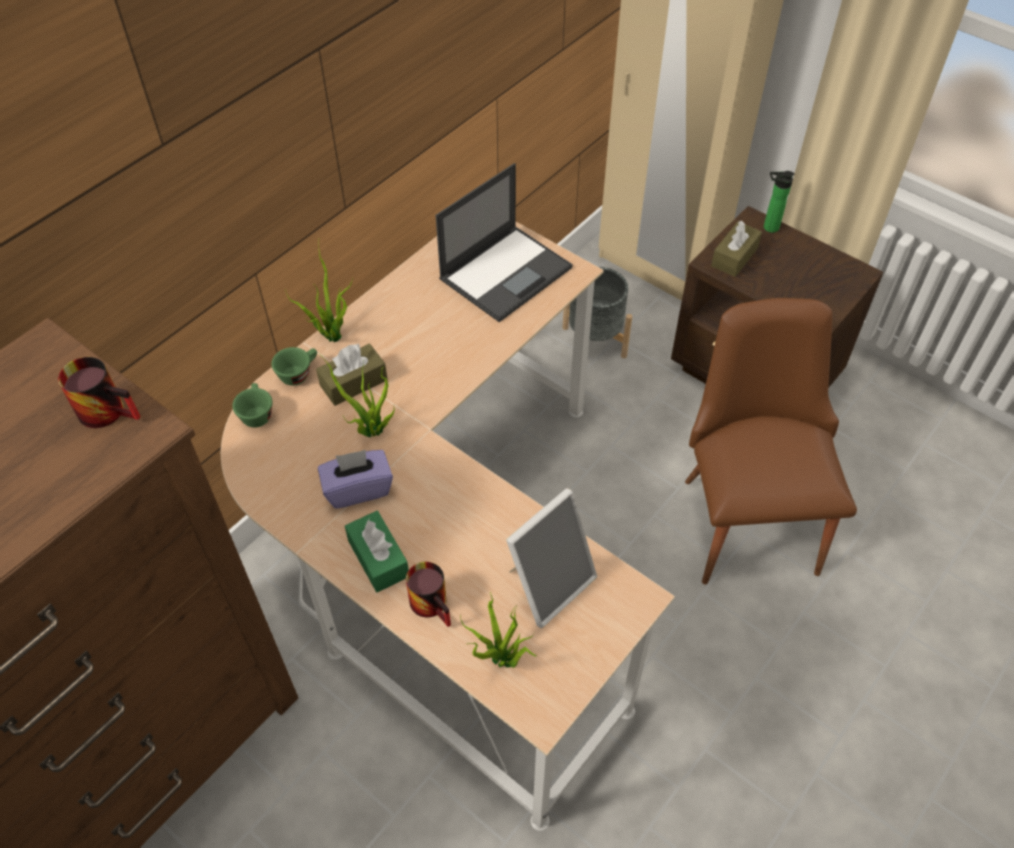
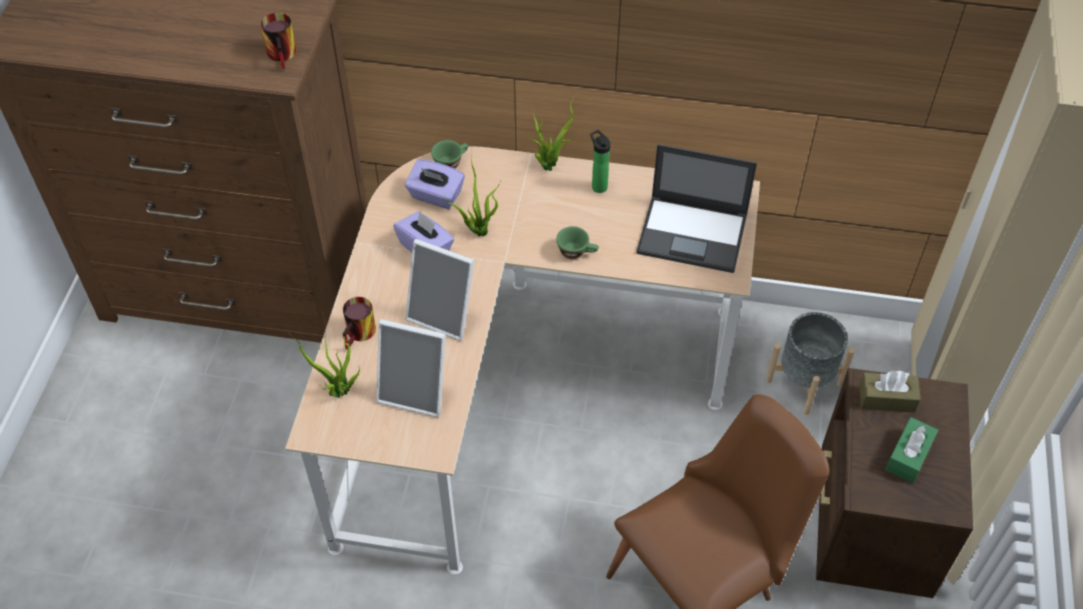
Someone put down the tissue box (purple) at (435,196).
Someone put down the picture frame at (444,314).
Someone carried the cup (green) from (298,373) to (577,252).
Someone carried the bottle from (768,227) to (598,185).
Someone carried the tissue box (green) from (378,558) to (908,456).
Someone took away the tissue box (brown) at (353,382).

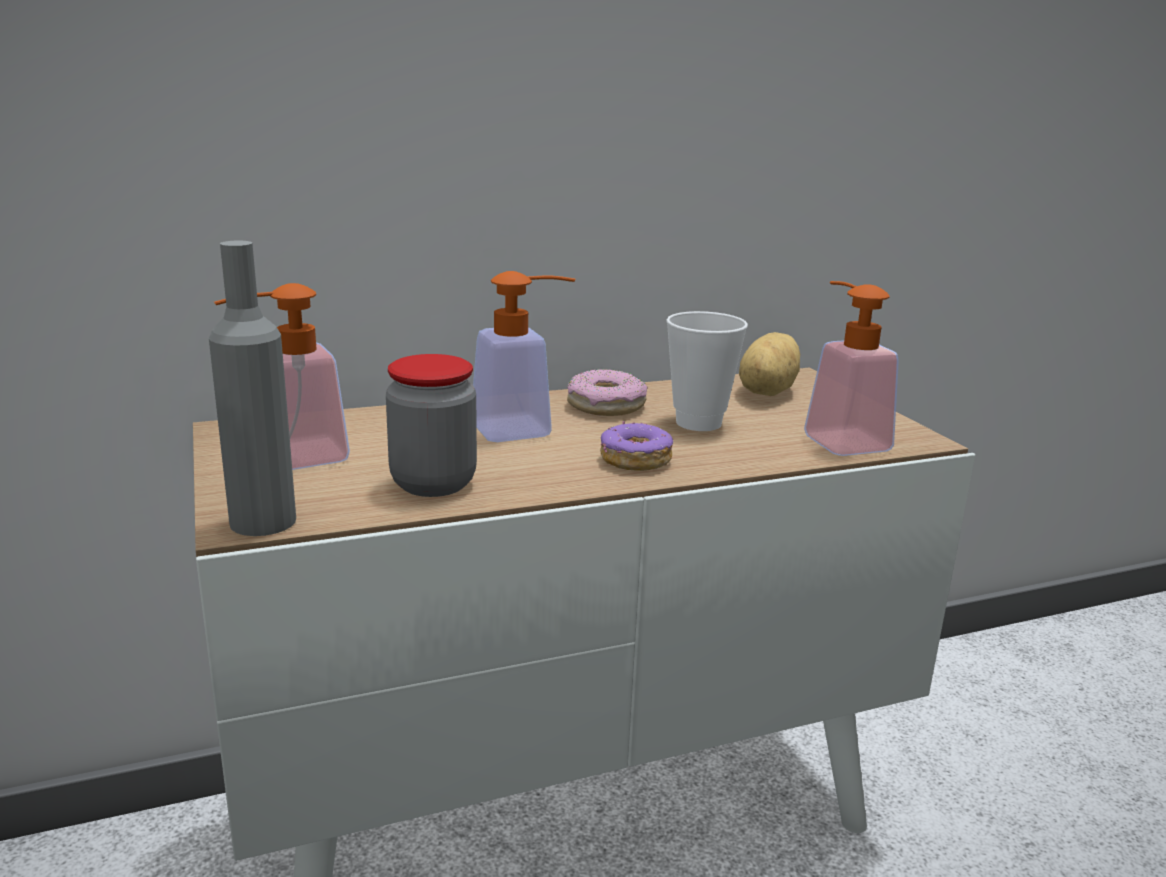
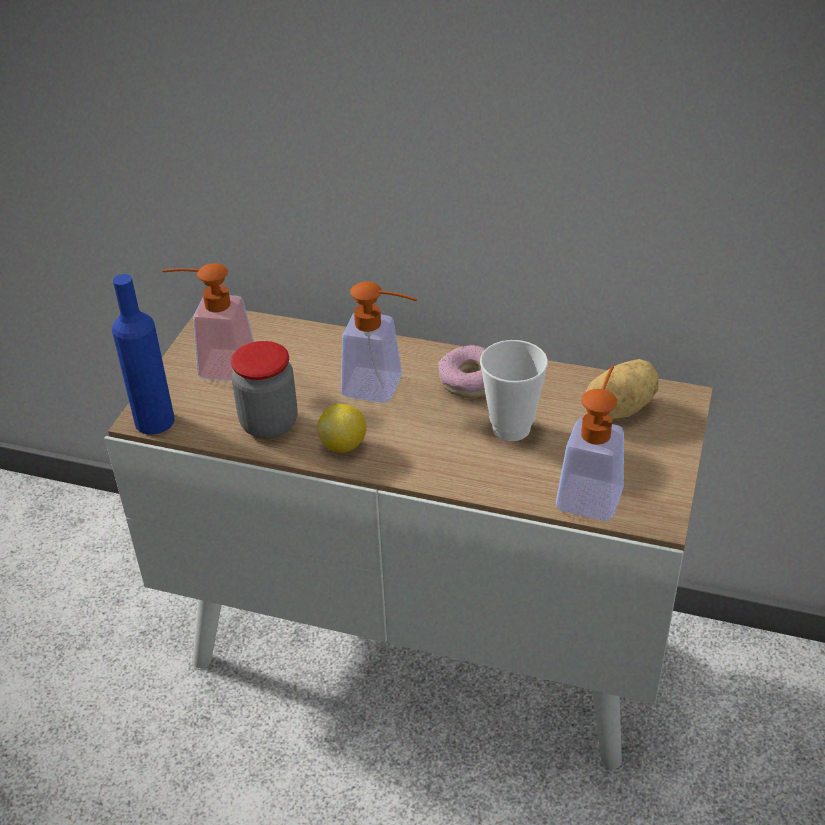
Someone repainted the bottle (grey) at (263,521), which became the bottle (blue) at (154,421).
Someone put down the lemon at (344,445).
Someone took away the donut at (634,460).

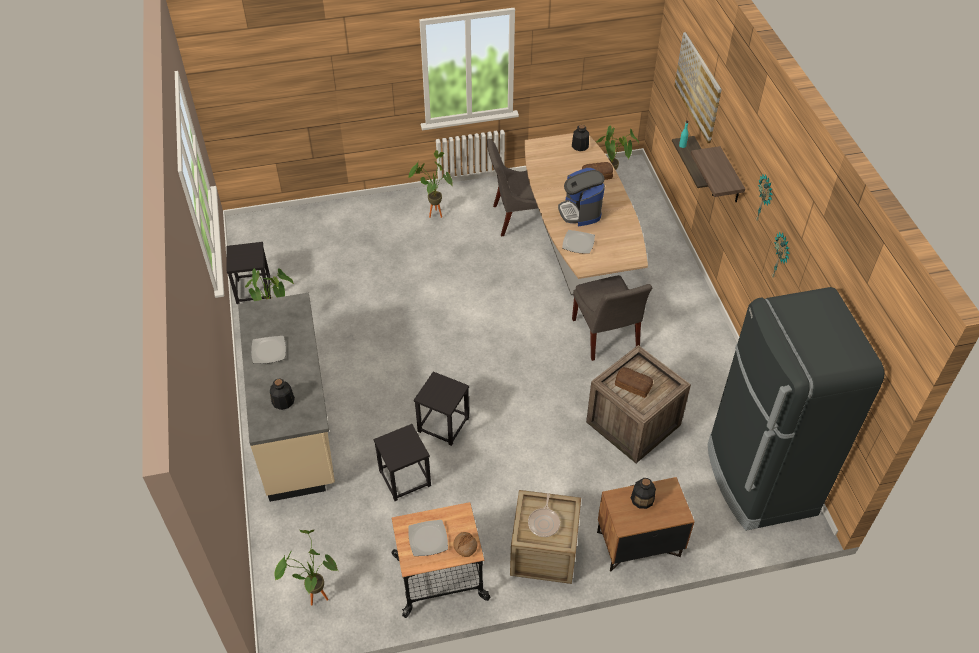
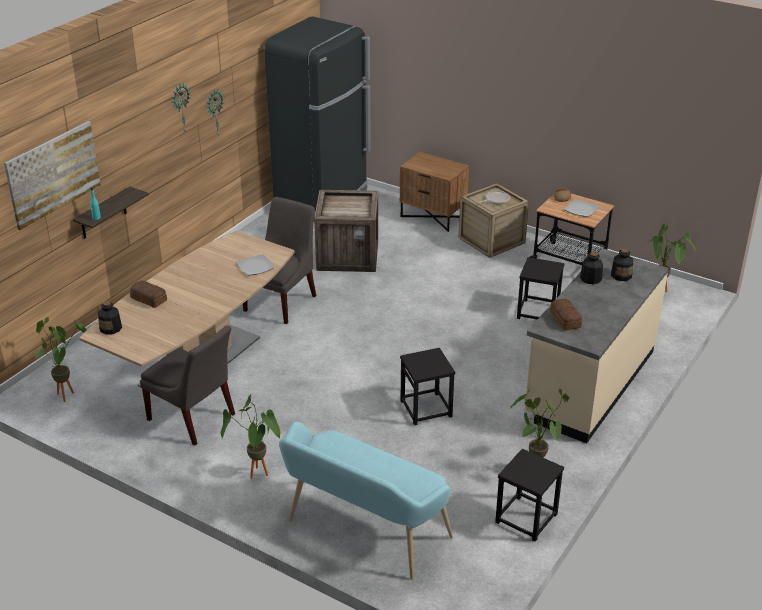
Someone put down the bench (turquoise) at (363,532).
Someone carried the stool (black) from (443,425) to (426,408).
Someone carried the bread from (633,385) to (565,320).
Someone carried the bottle from (642,499) to (590,279).
Someone took away the plate at (268,351).
Someone took away the coffee machine at (580,212).
Someone took away the shelf at (730,177).

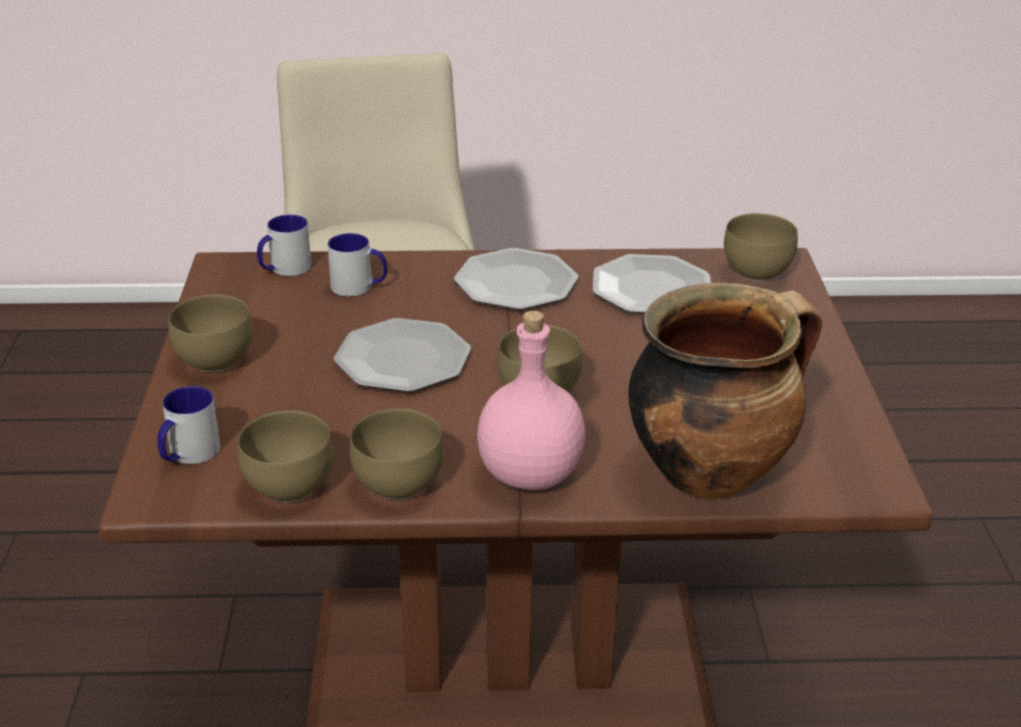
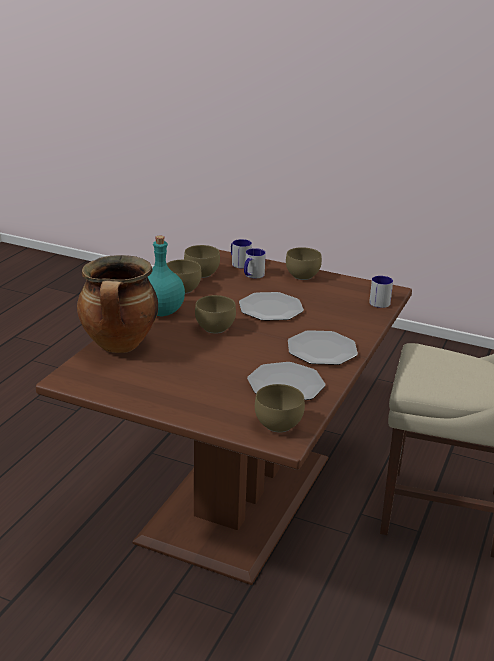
Someone repainted the bottle (pink) at (529,476), which became the bottle (turquoise) at (160,311).
Someone carried the mug from (359,287) to (252,275).

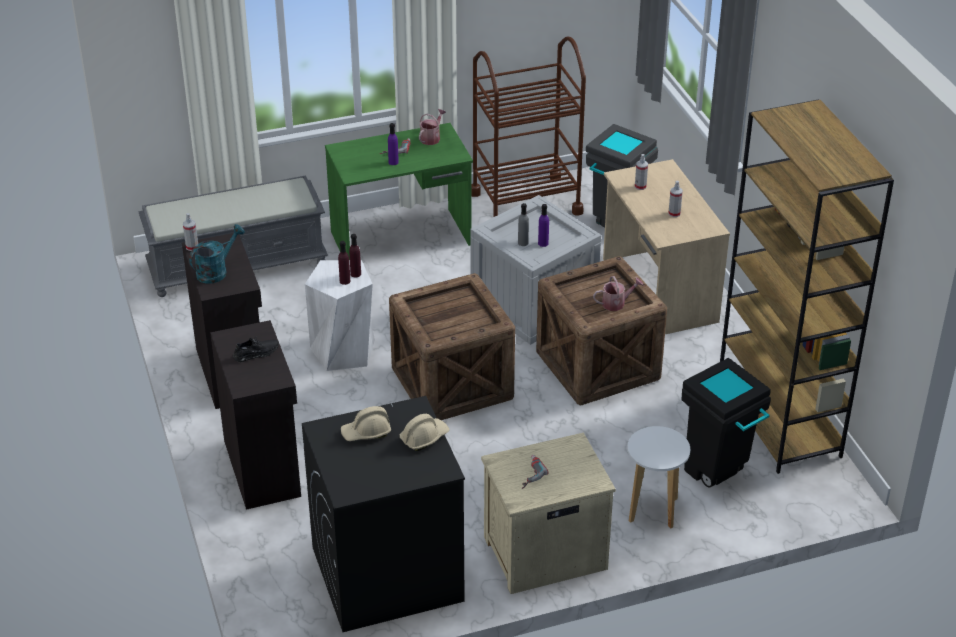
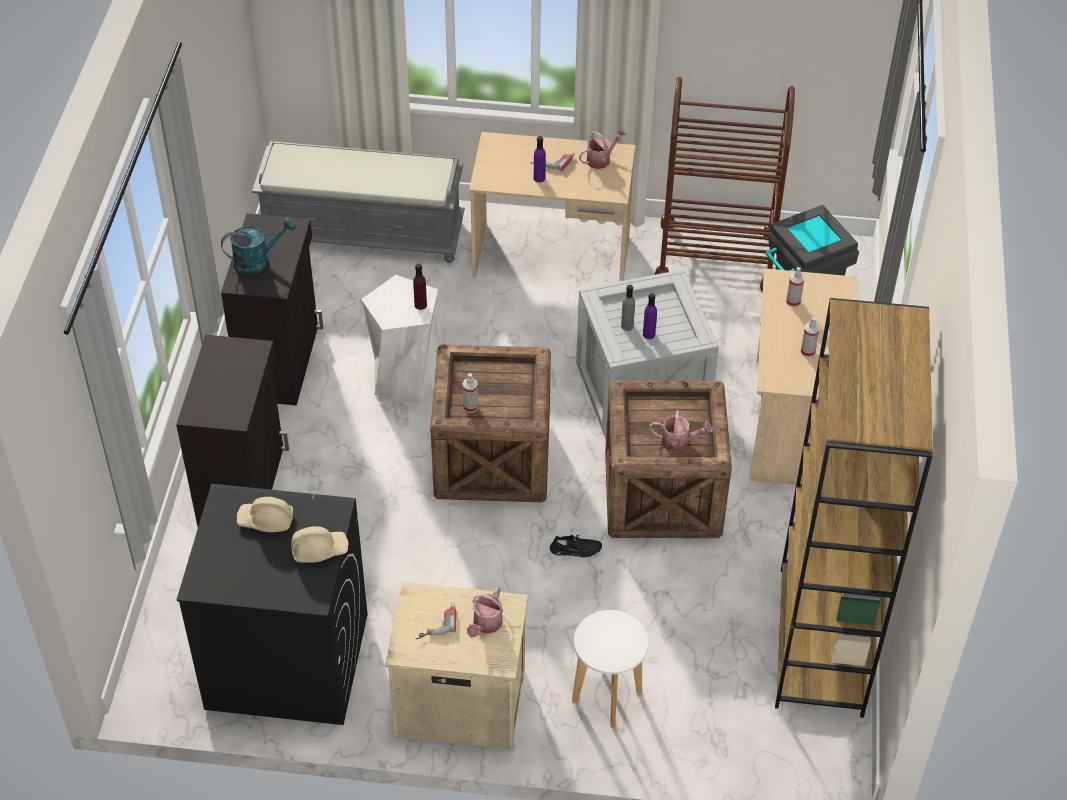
Someone carried the spray bottle from (192,247) to (470,407).
Someone put down the watering can at (485,625).
Someone repainted the desk (green) at (401,239), which became the desk (beige) at (551,258).
Someone carried the shoe (black) from (256,353) to (575,549).
Someone took away the bottle (purple) at (345,281).
Someone took away the trash can (black) at (718,475).

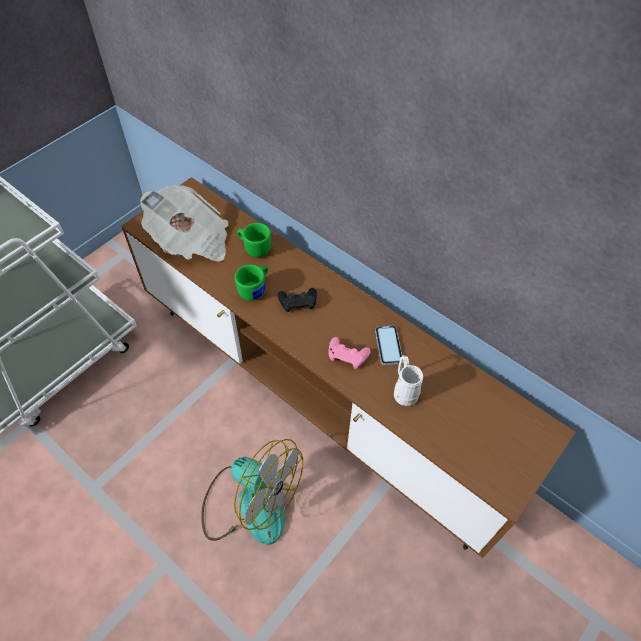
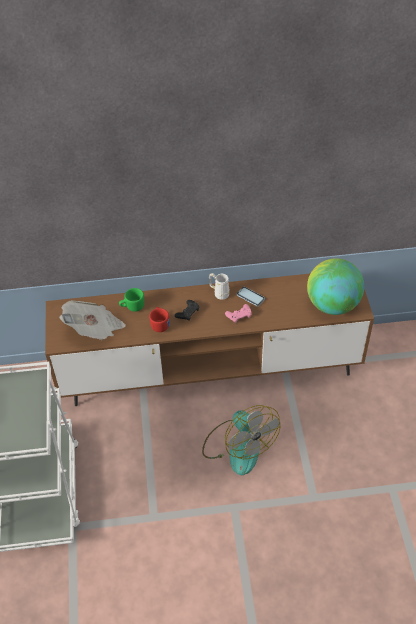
Someone repainted the mug (green) at (255,289), which became the mug (red) at (160,324).
Someone rotated the fan at (250,502) by 75 degrees clockwise.
Someone carried the mug (white) from (404,390) to (219,293).
Someone put down the globe at (332,304).

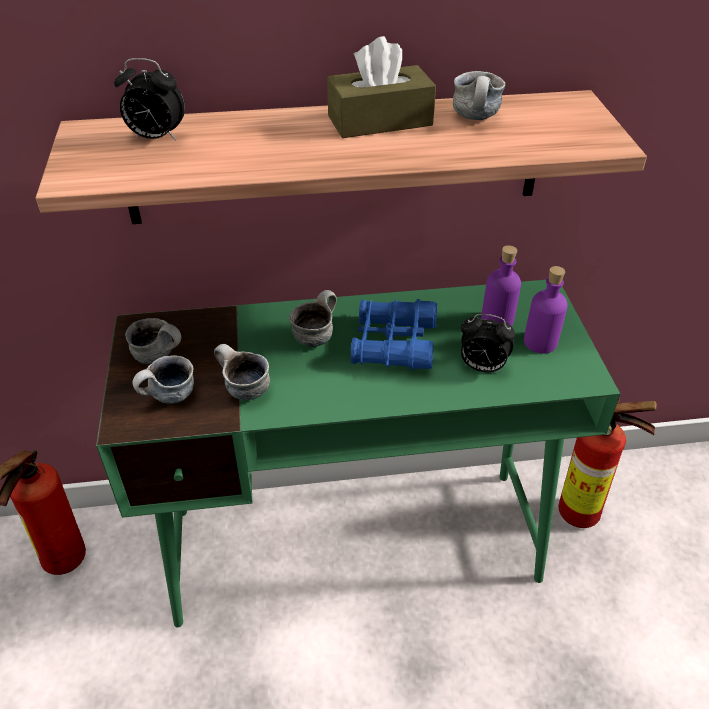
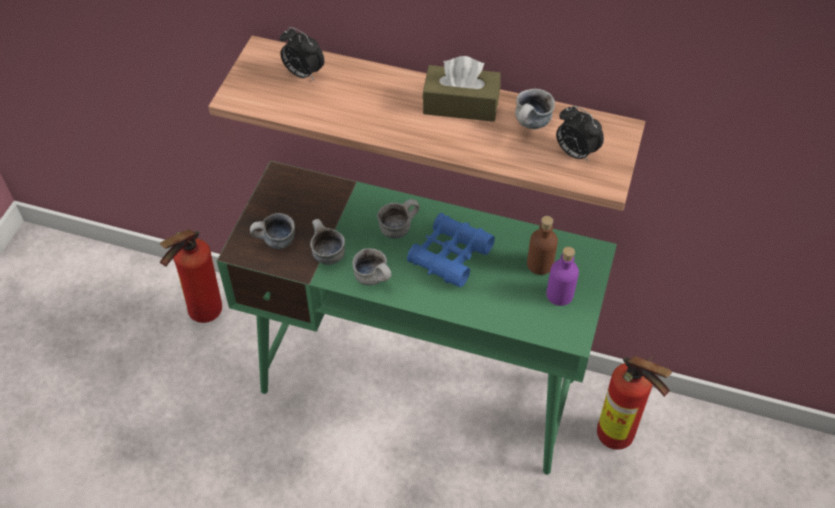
Someone carried the mug from (160,356) to (375,279).
Someone repainted the bottle (purple) at (497,320), which became the bottle (brown) at (540,264).
Someone carried the alarm clock from (482,367) to (575,153).

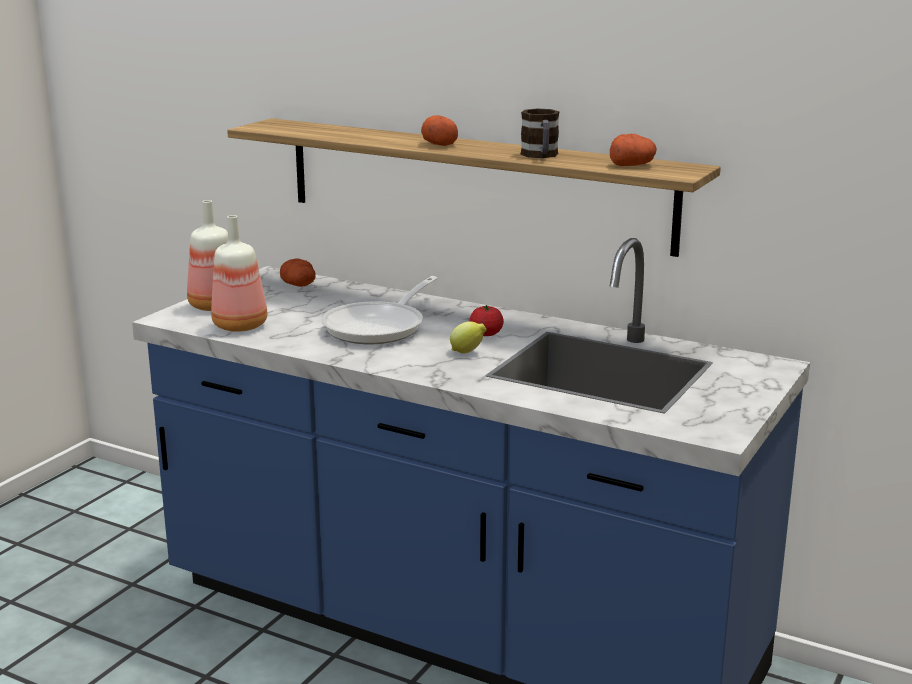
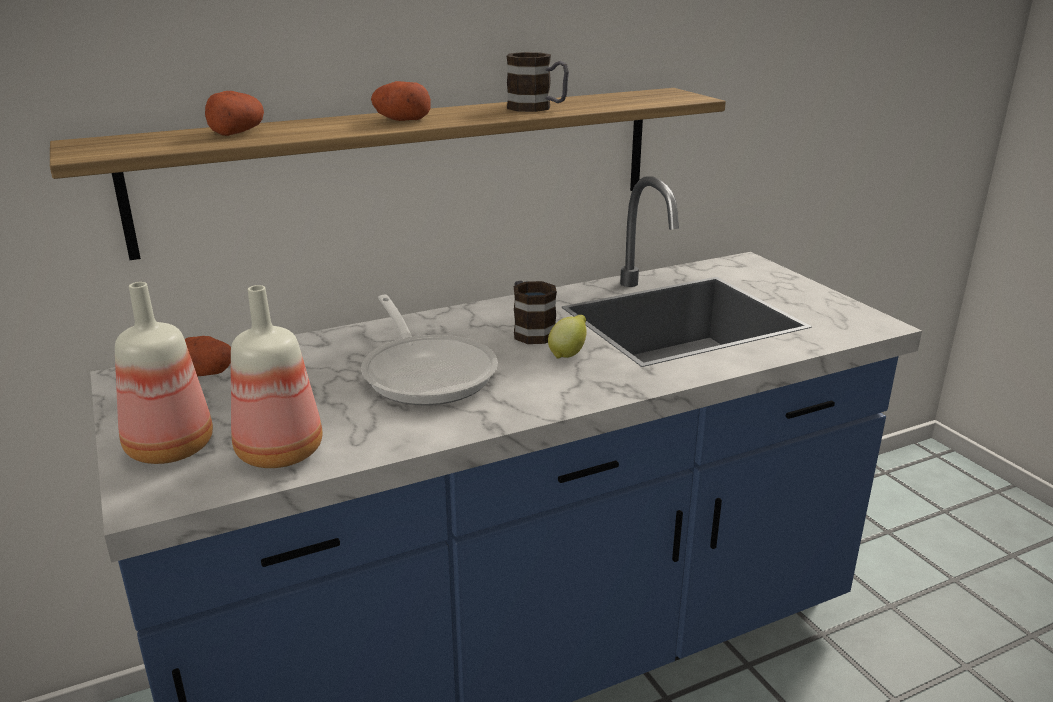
Someone carried the potato from (632,165) to (237,132).
Someone swapped the tomato at (486,334) for the mug at (530,331).

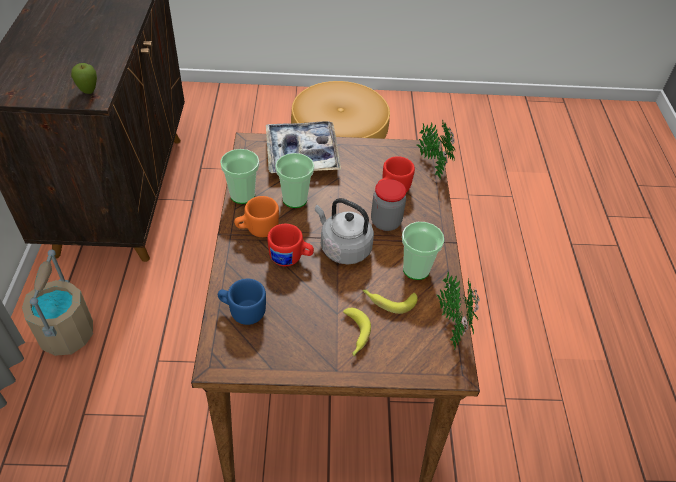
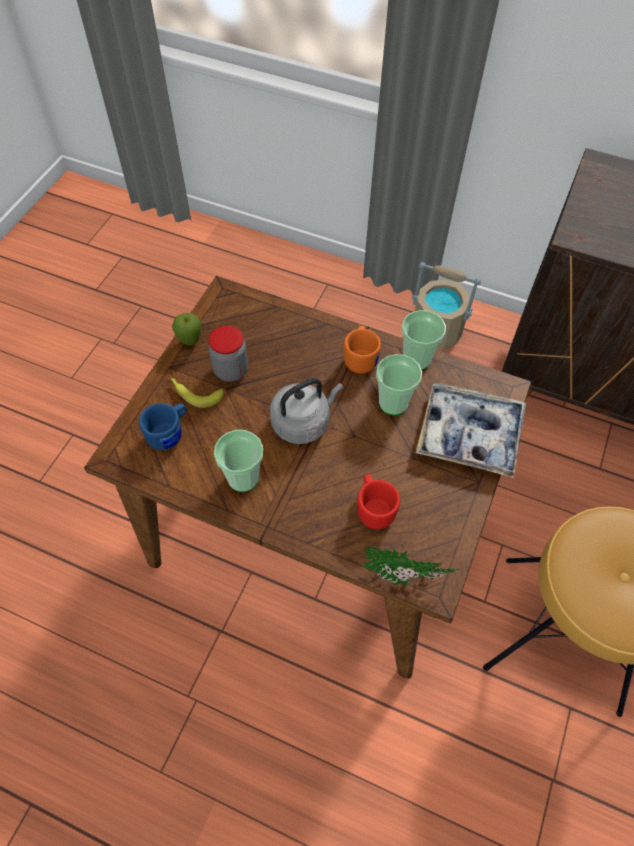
Someone carried the mug (blue) from (243,311) to (170,433).
Someone carried the apple from (89,92) to (190,341).
Someone carried the jar from (386,222) to (230,370).
Someone took away the mug (red) at (290,258).
Someone took away the banana at (388,301).
Someone took away the potted plant at (451,323).

